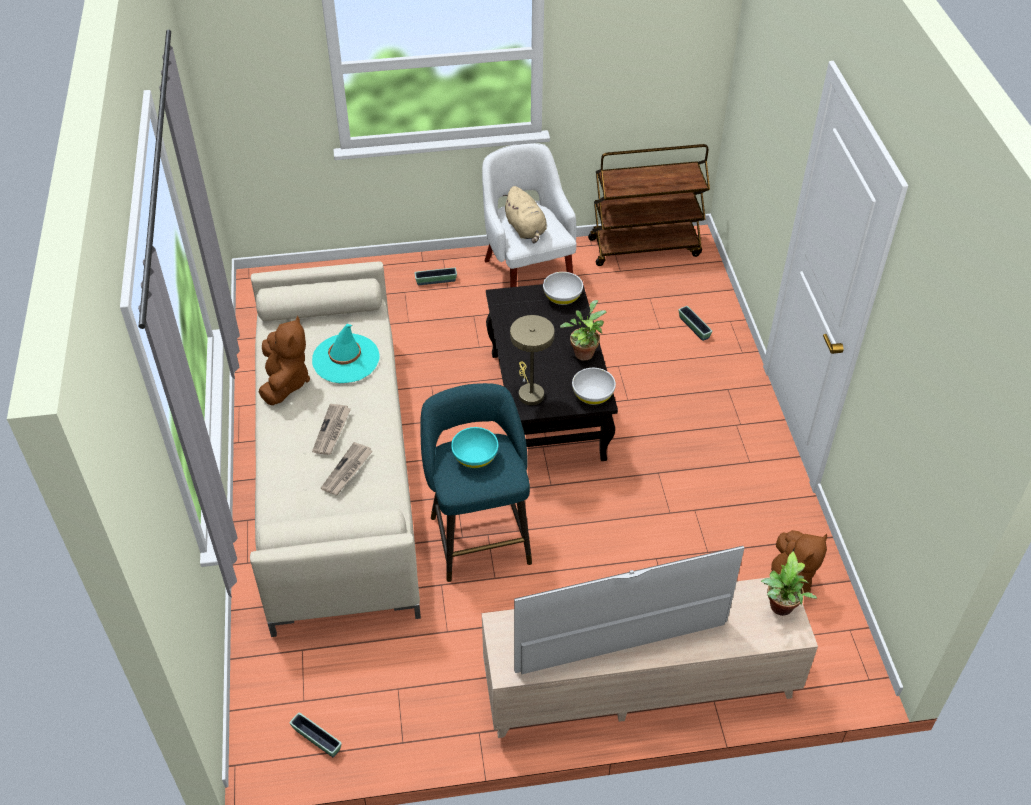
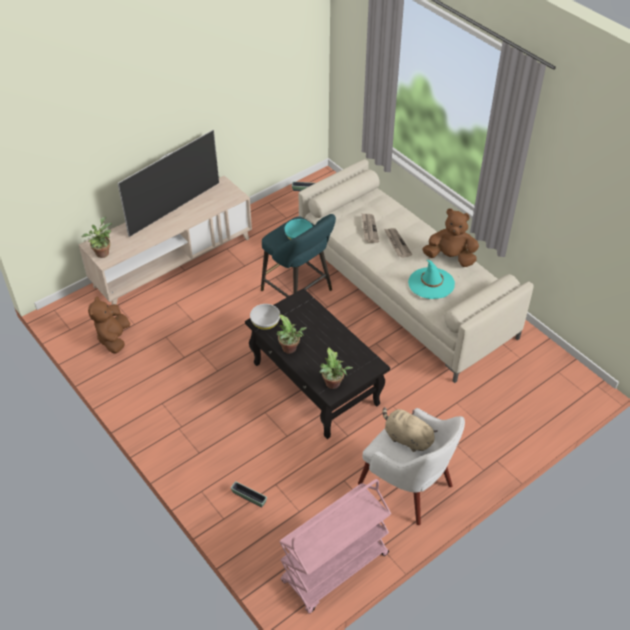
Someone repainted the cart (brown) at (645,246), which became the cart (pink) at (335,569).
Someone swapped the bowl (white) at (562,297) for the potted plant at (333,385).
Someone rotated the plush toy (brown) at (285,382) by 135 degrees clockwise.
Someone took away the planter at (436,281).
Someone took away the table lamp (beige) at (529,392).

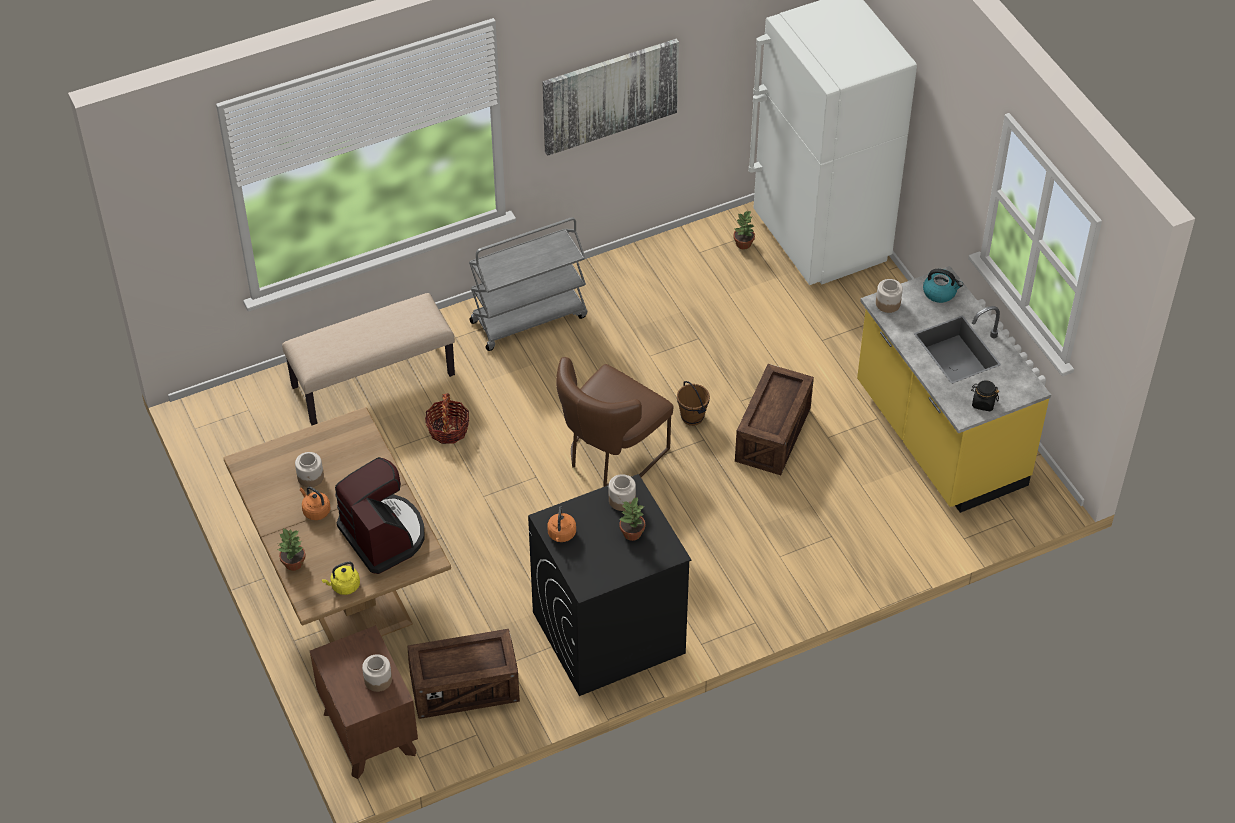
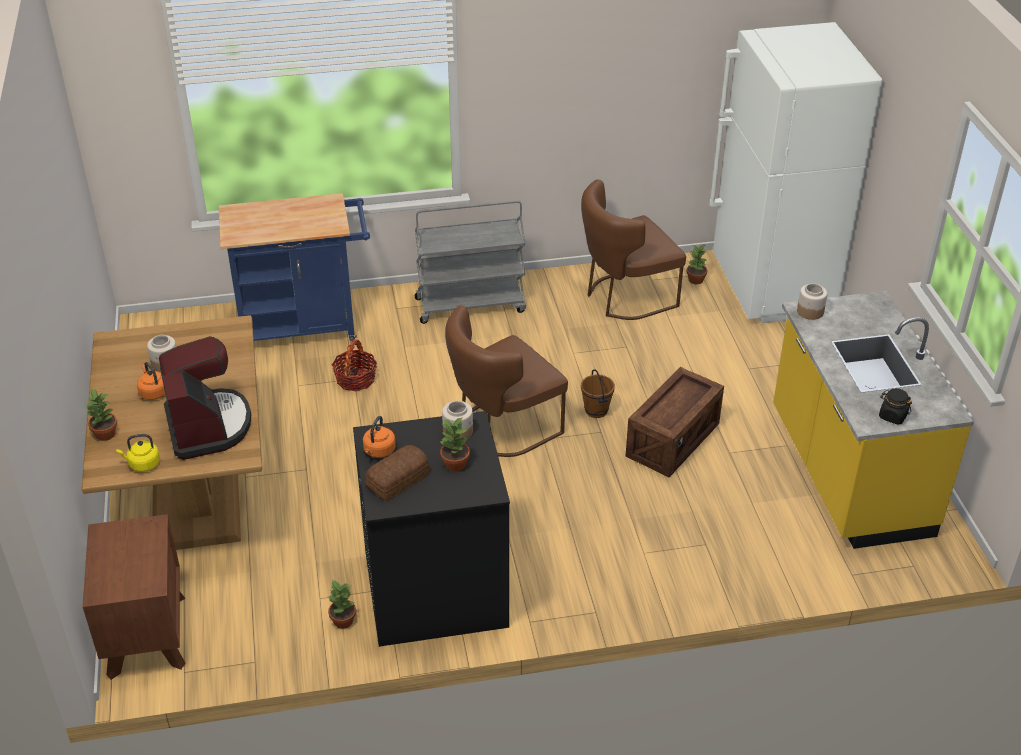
Someone swapped the bench (beige) at (373,379) for the cart (blue) at (306,328).
Someone put down the potted plant at (342,621).
Someone put down the bread at (399,479).
Someone put down the chair (brown) at (624,297).
Someone took away the jar at (378,680).
Someone took away the crate at (465,689).
Someone took away the picture at (610,95).
Someone took away the kettle at (940,293).

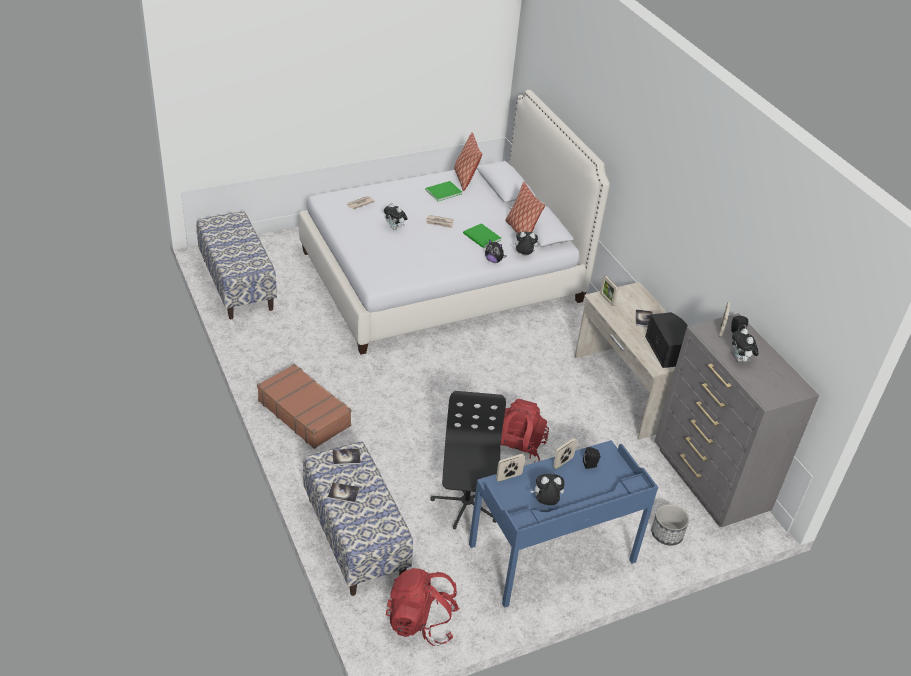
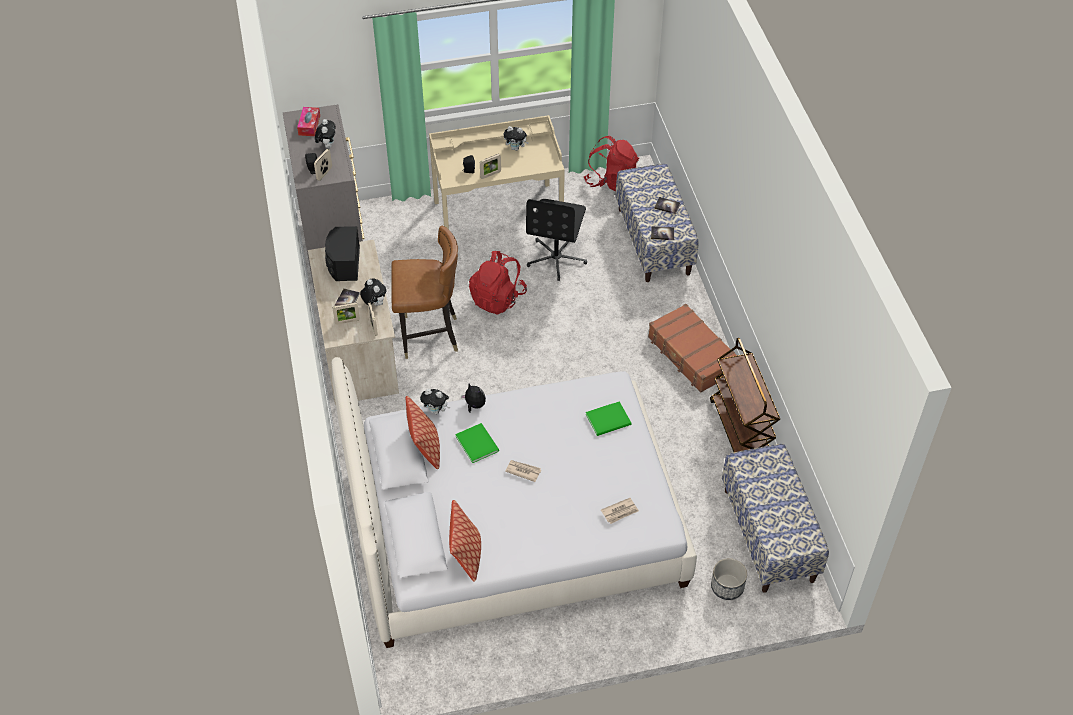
Someone put down the tissue box at (309,125).
Someone carried the picture frame from (509,477) to (347,321).
Someone carried the plush toy from (395,228) to (374,303).
Someone put down the chair (brown) at (428,336).
Someone repainted the desk (blue) at (552,554), which became the desk (beige) at (498,213).
Someone carried the book (green) from (442,192) to (609,420).
Someone put down the cart (brown) at (740,431).
Someone carried the planter from (667,534) to (727,586).

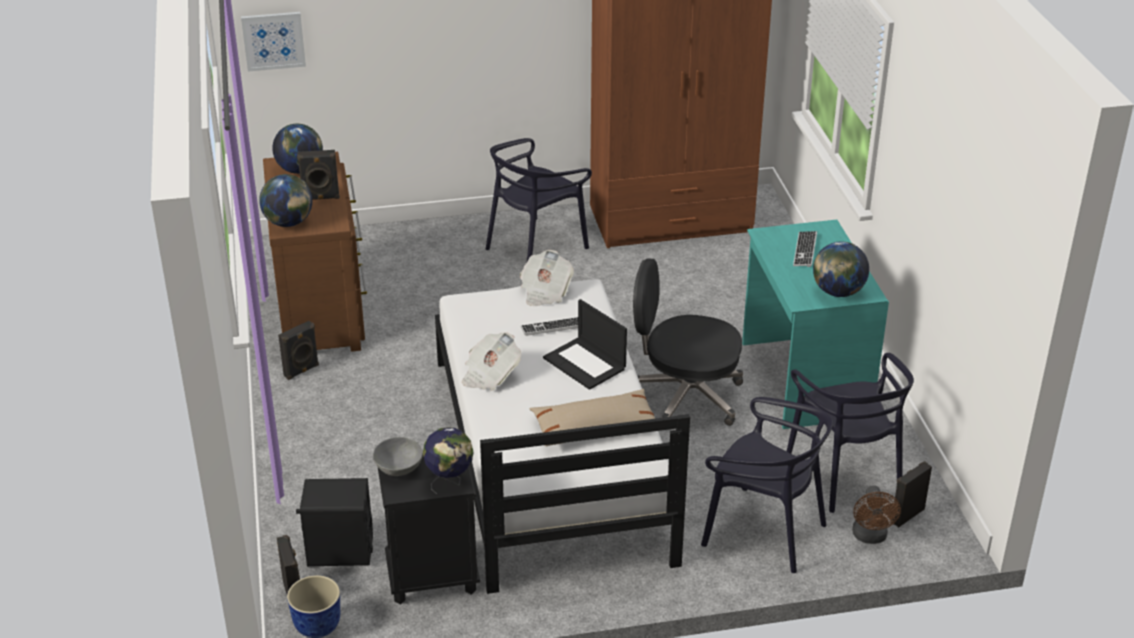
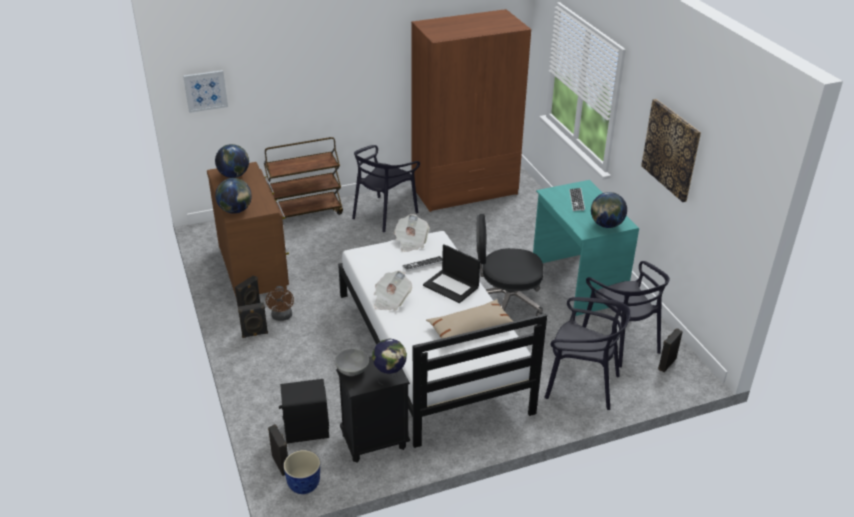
Someone carried the speaker (black) from (320,198) to (255,334).
Someone put down the cart (brown) at (305,212).
Someone carried the fan (brown) from (870,537) to (282,317).
Someone put up the picture at (671,149).

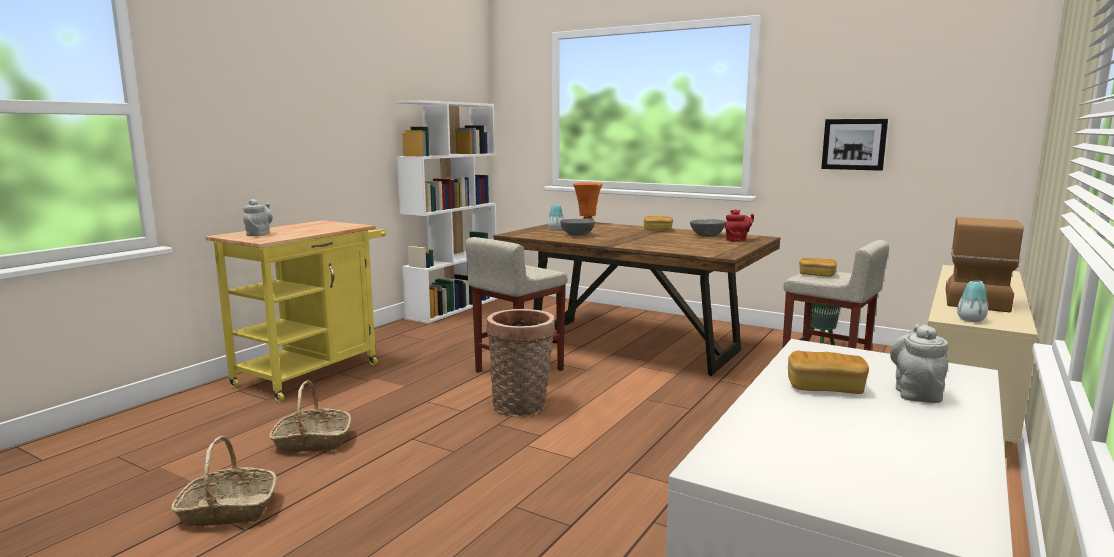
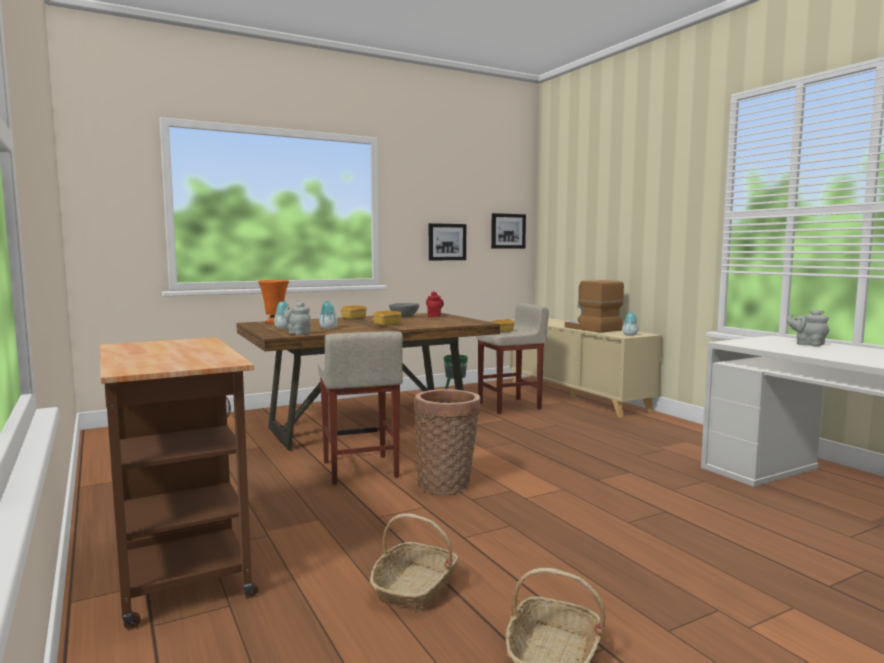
Someone repainted the cart (yellow) at (314,372), which became the cart (brown) at (178,562).
Someone carried the teapot (grey) from (259,234) to (298,333).
Someone swapped the bowl (grey) at (577,235) for the vase at (328,328).
Someone carried the bread from (825,388) to (387,325).
Someone put up the picture at (507,231).
Someone took away the bookcase (white) at (453,308).

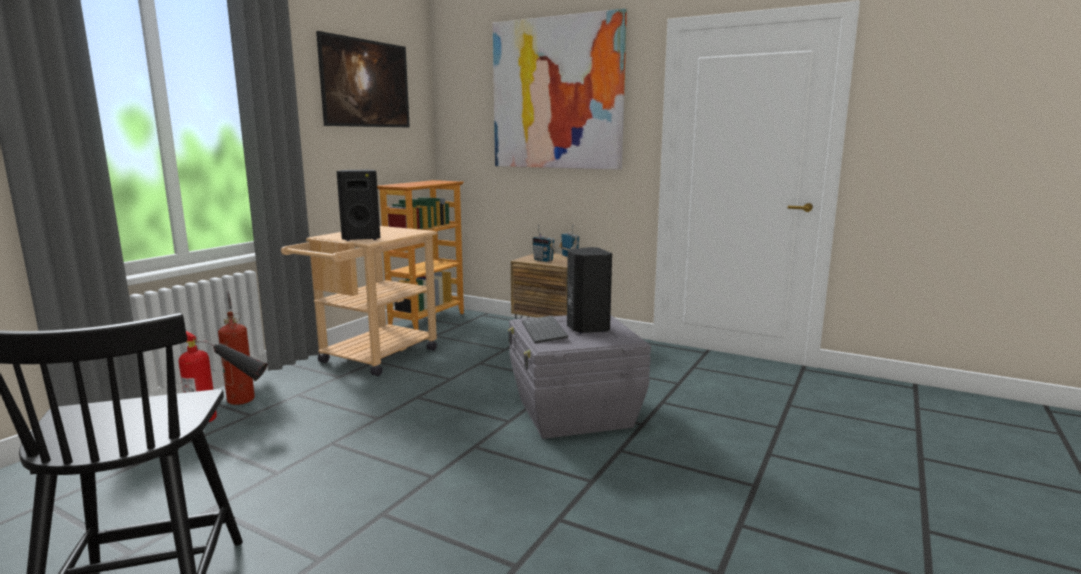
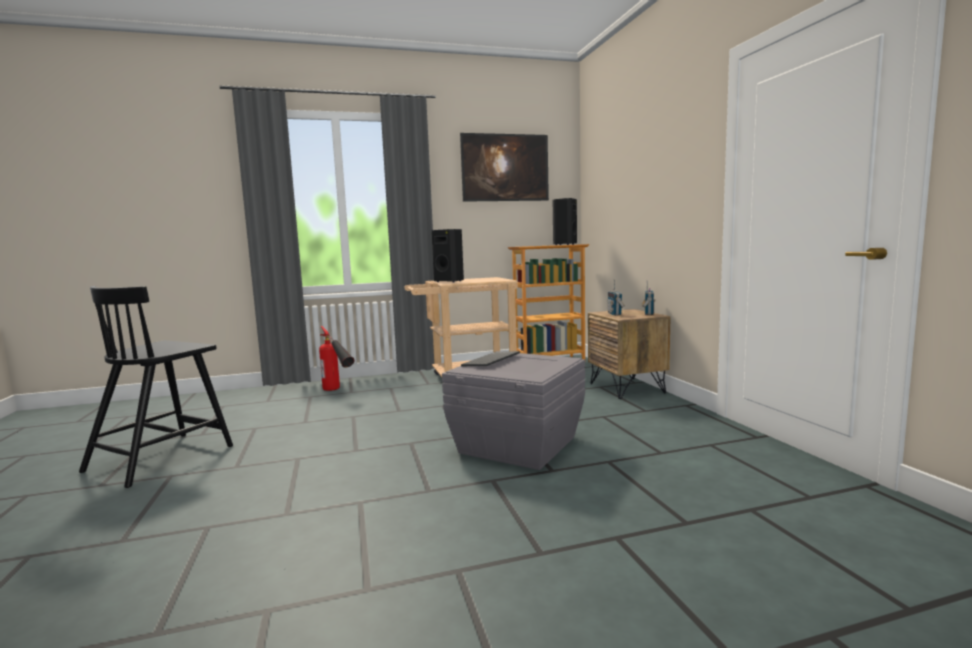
Someone carried the speaker (black) from (586,328) to (564,244).
Someone took away the fire extinguisher at (241,397).
Someone took away the picture at (557,94).

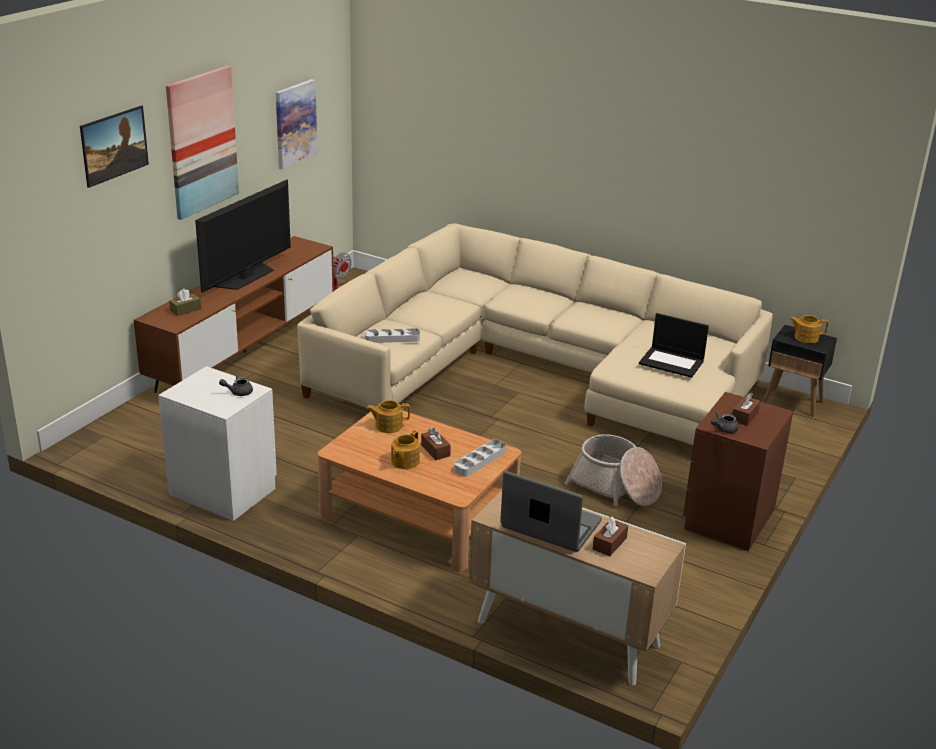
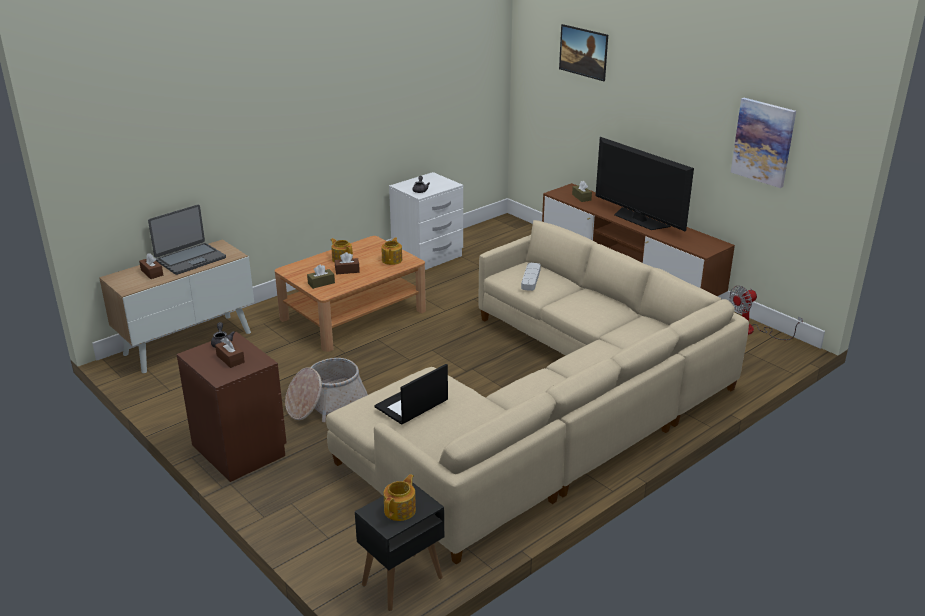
Someone swapped the tray (grey) at (480,461) for the tissue box (brown) at (321,283).
Someone took away the picture at (201,142).

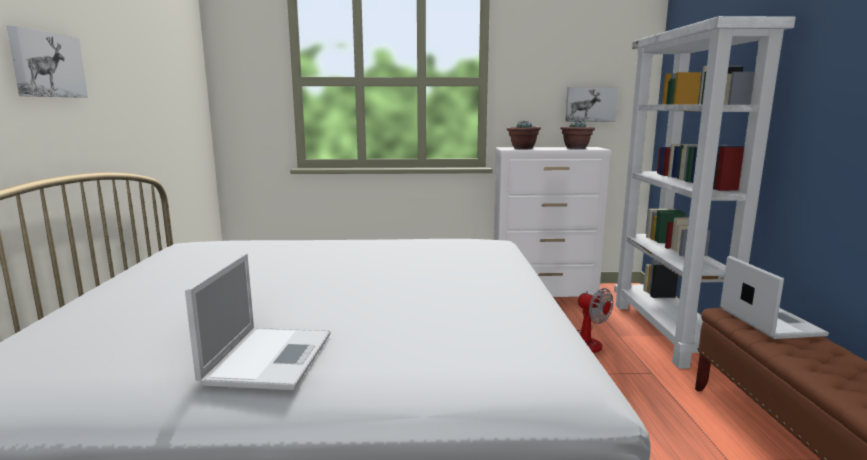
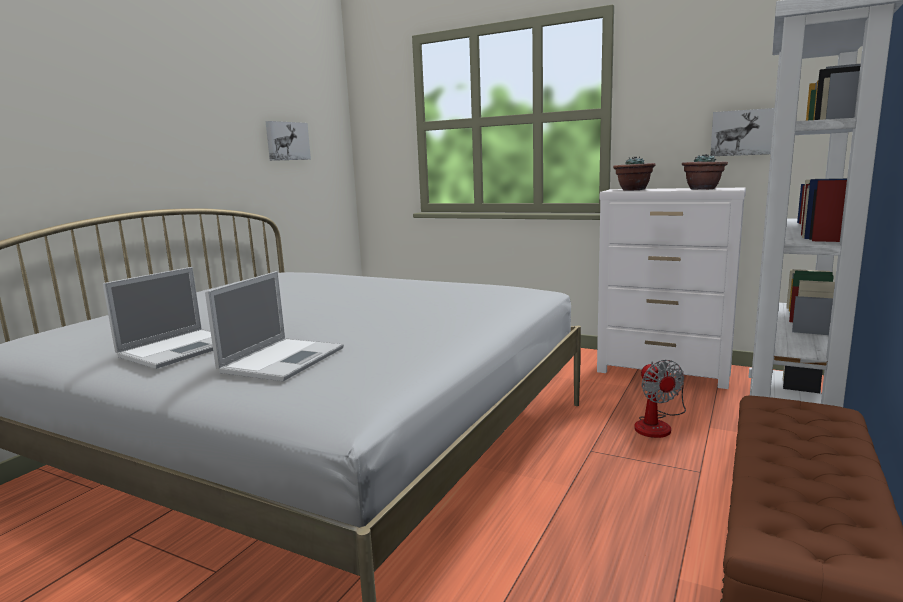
Someone carried the laptop from (768,321) to (284,359).
Someone carried the picture from (46,65) to (287,141).

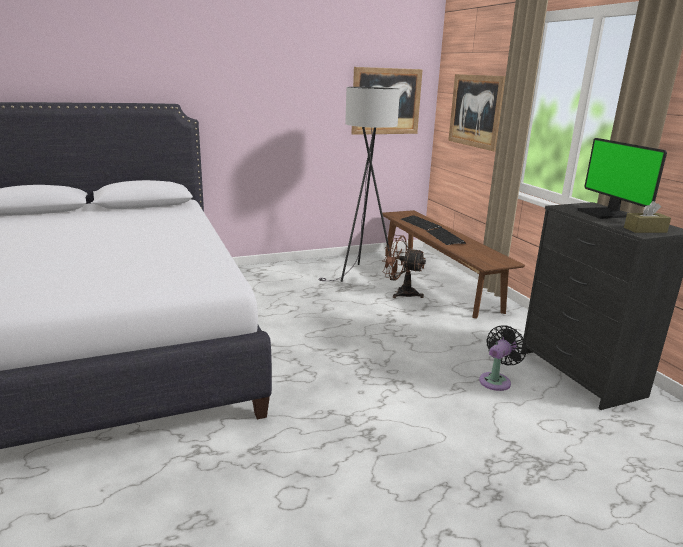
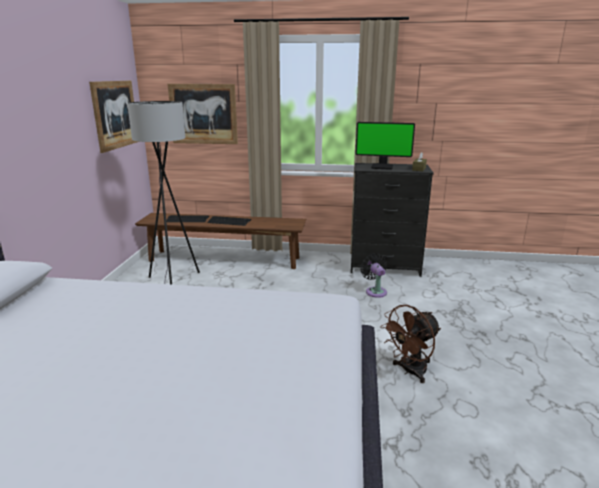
Someone carried the fan (brown) from (400,293) to (409,371).

